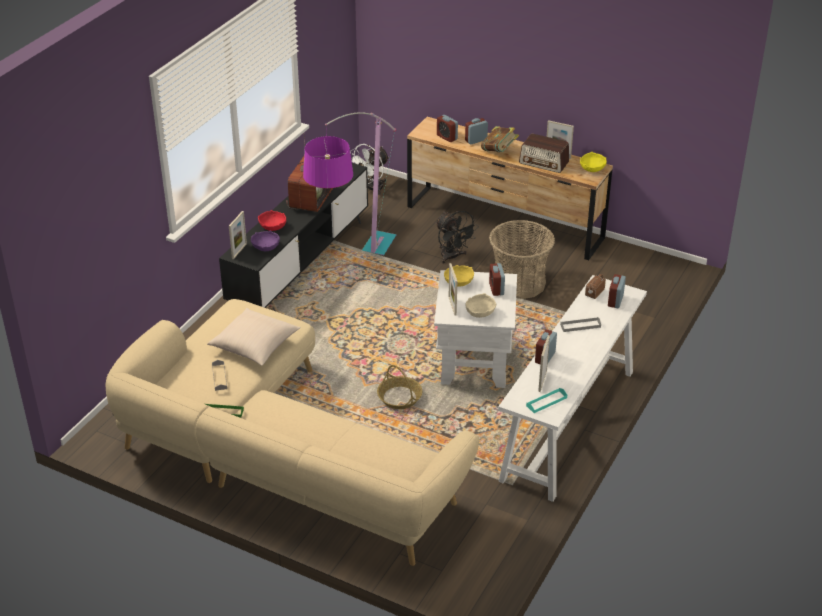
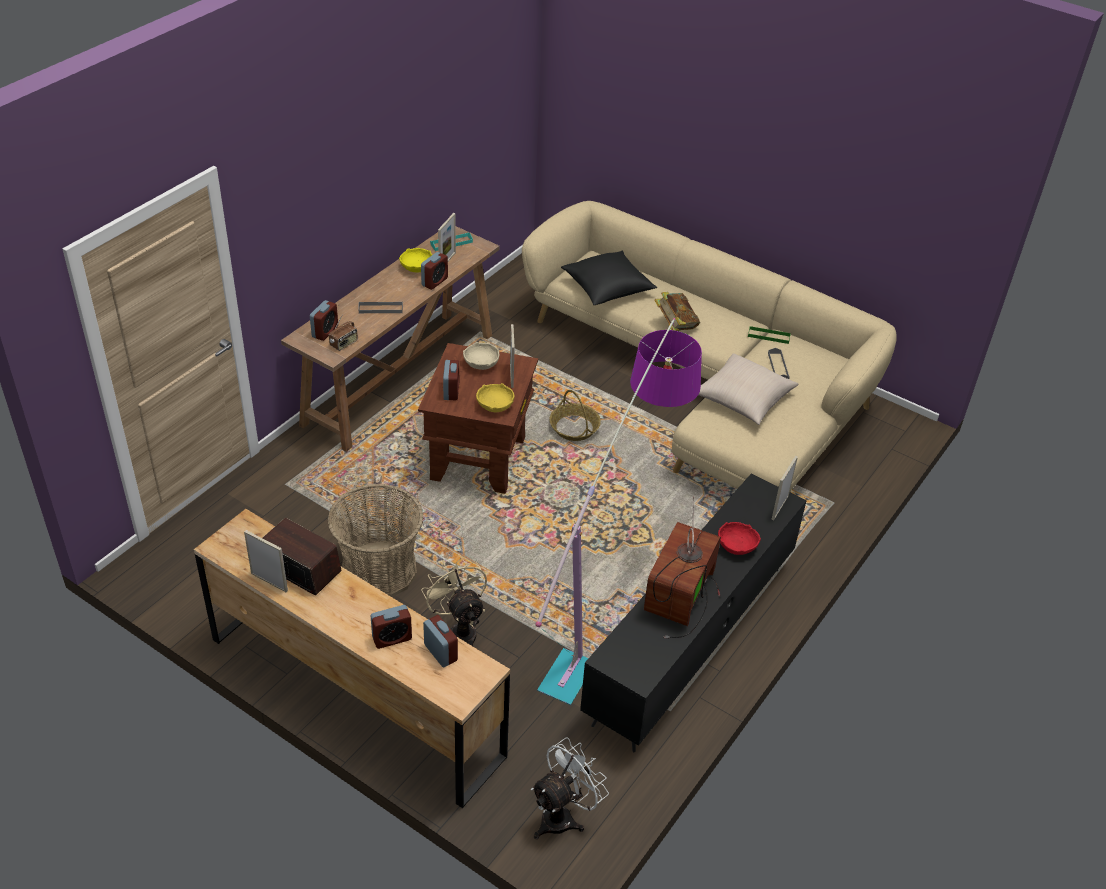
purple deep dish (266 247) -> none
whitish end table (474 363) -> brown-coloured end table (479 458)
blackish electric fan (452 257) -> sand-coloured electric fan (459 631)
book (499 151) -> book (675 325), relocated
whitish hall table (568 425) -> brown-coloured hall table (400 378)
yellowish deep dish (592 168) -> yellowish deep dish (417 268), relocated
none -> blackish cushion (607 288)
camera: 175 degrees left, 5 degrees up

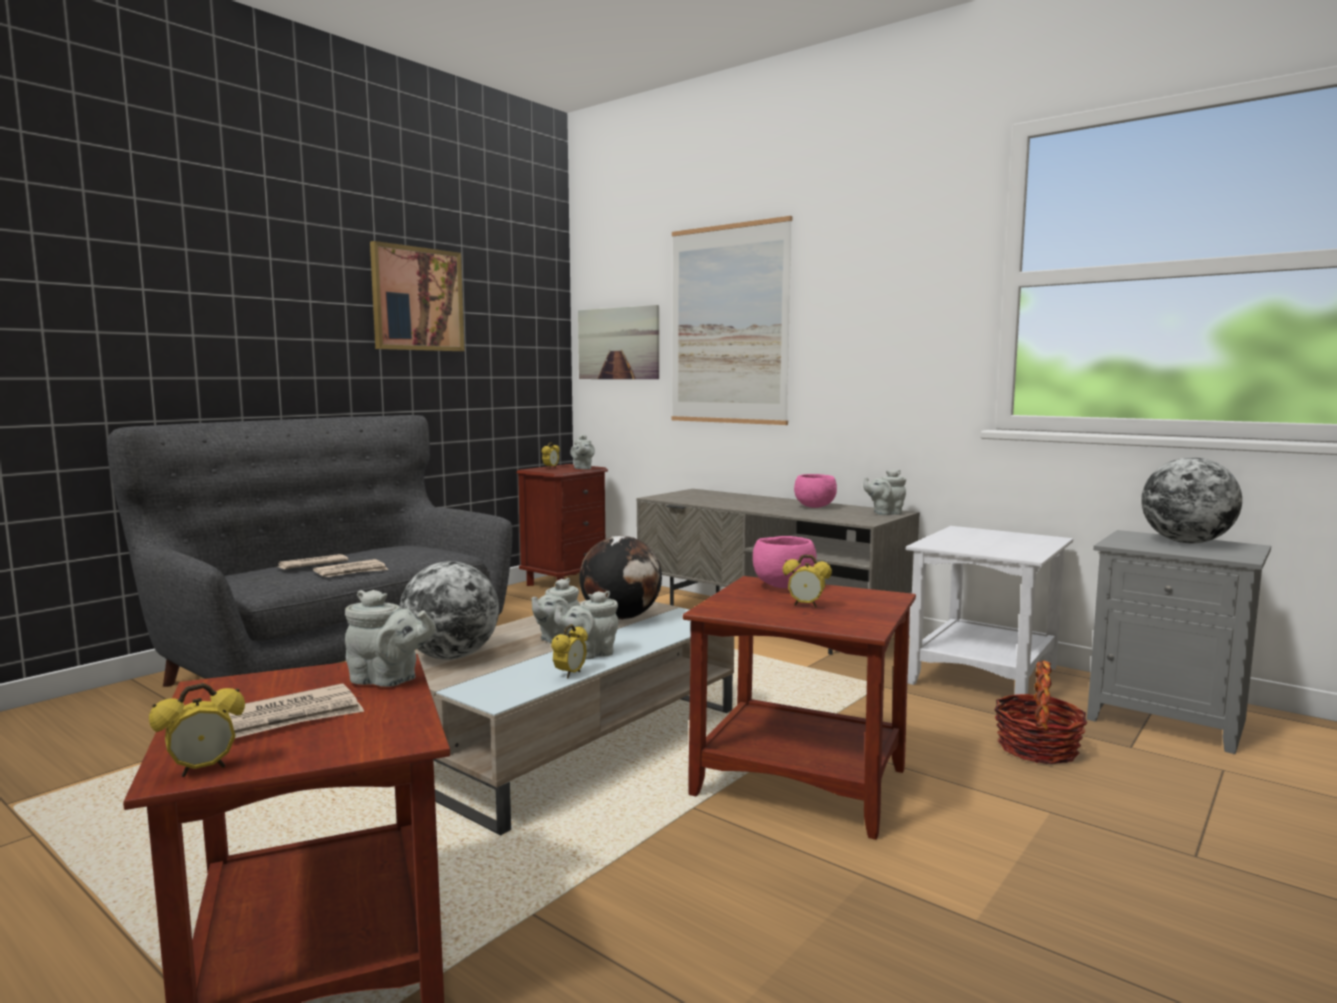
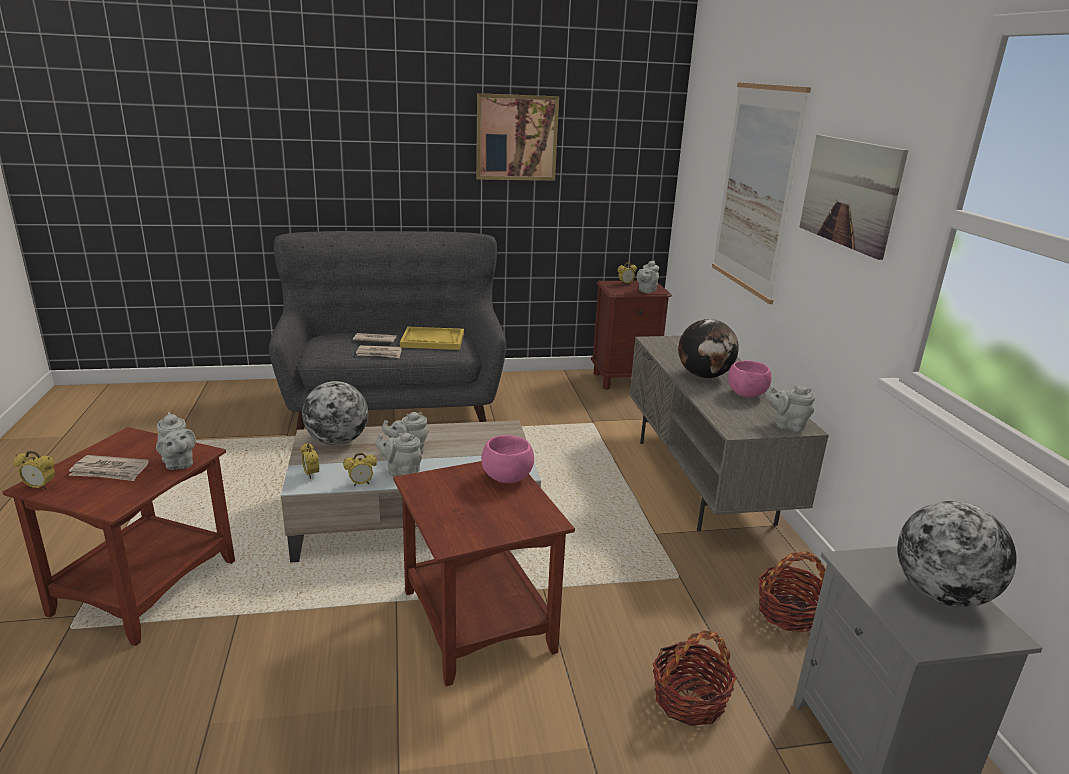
wall art (618 343) -> wall art (849 193), relocated
world globe (621 618) -> world globe (704 376), relocated
alarm clock (806 605) -> alarm clock (311 475), relocated
whitish end table (981 675) -> household basket (788 612)
none -> yellowish serving tray (432 340)
camera: 40 degrees right, 15 degrees up

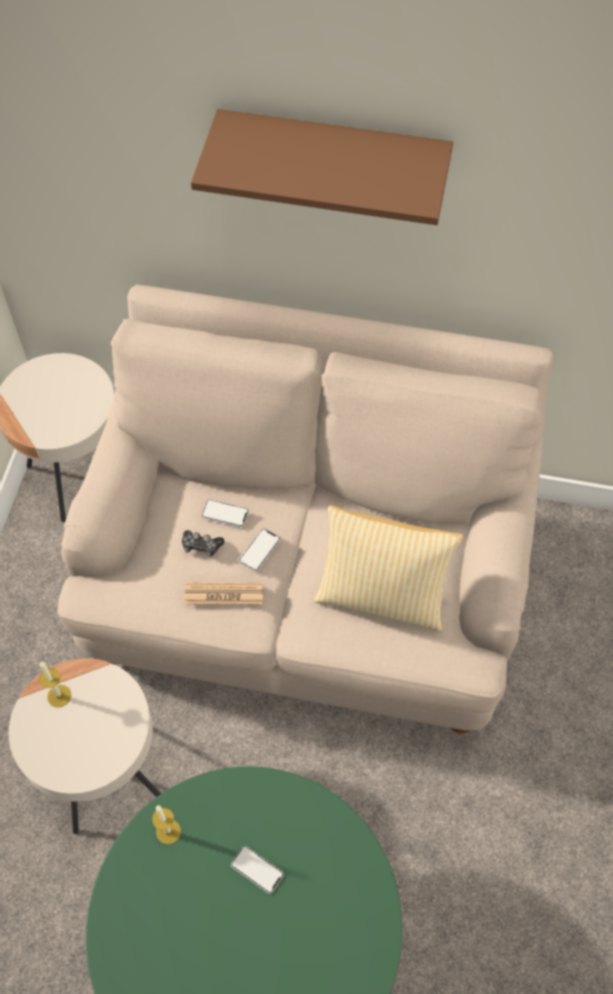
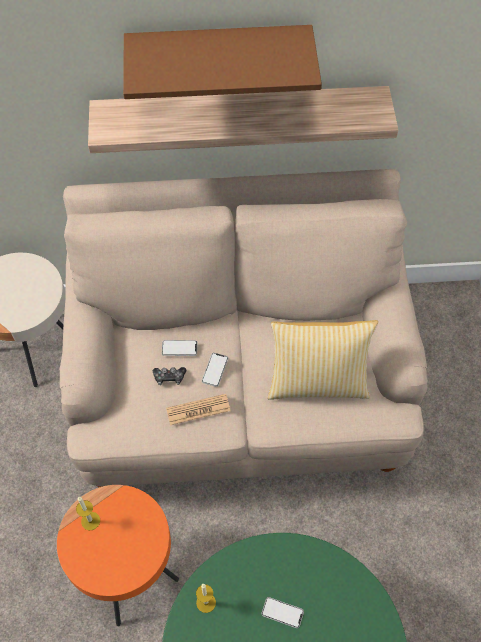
sand-coloured end table (105 773) -> orangey end table (128 573)
none -> shelf (240 115)
camera: 15 degrees left, 0 degrees up

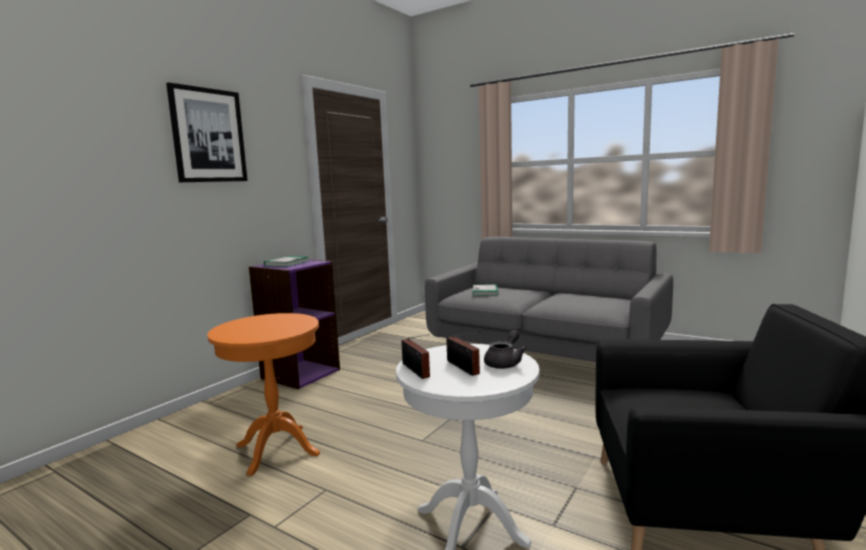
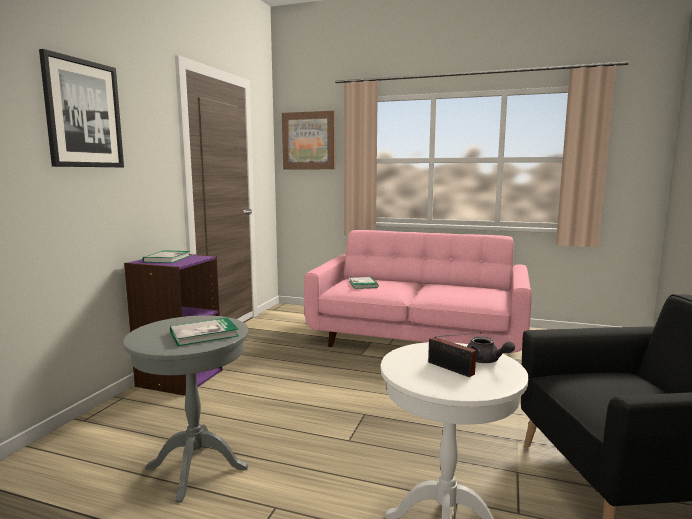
orangey end table (277 450) -> grey end table (196 468)
radio receiver (416 371) -> none
grey settee (546 351) -> pinkish settee (418 339)
grey teapot (505 363) -> grey teapot (485 361), 120 degrees clockwise
none -> book (204 334)
none -> wall art (309 141)
camera: 15 degrees left, 0 degrees up

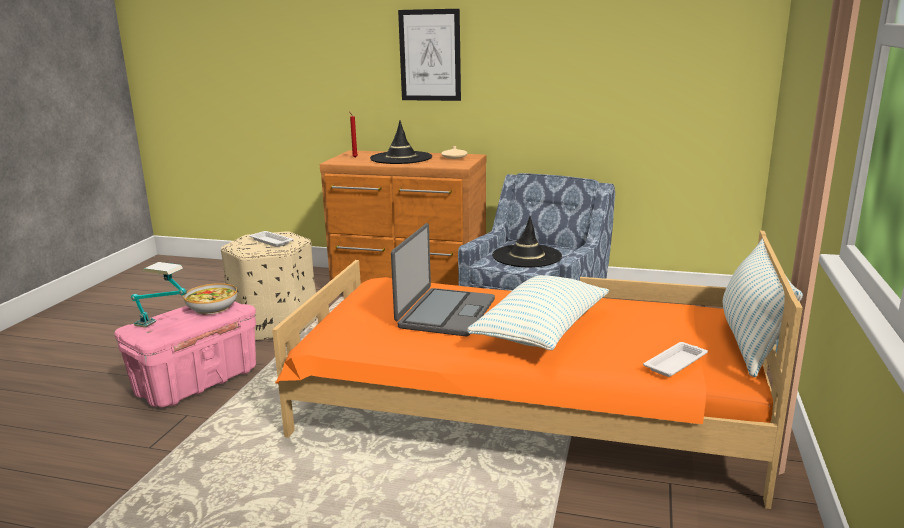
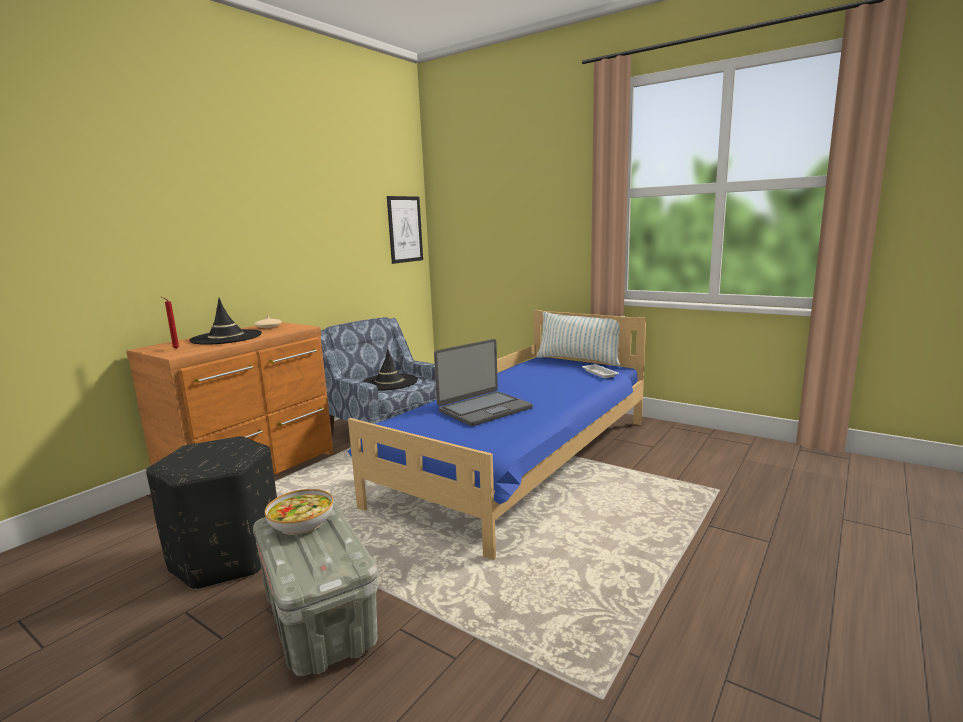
pinkish storage box (197 381) -> grey storage box (319 621)
table lamp (164 327) -> none
sand-coloured ottoman (275 324) -> blackish ottoman (226 557)
whitish serving tray (270 241) -> none
orangey bed (522 414) -> blue bed (521 461)
notebook computer (445 313) -> notebook computer (484 409), 105 degrees clockwise
wall art (430 55) -> wall art (405 229), relocated
cushion (541 331) -> none
camera: 70 degrees left, 5 degrees down

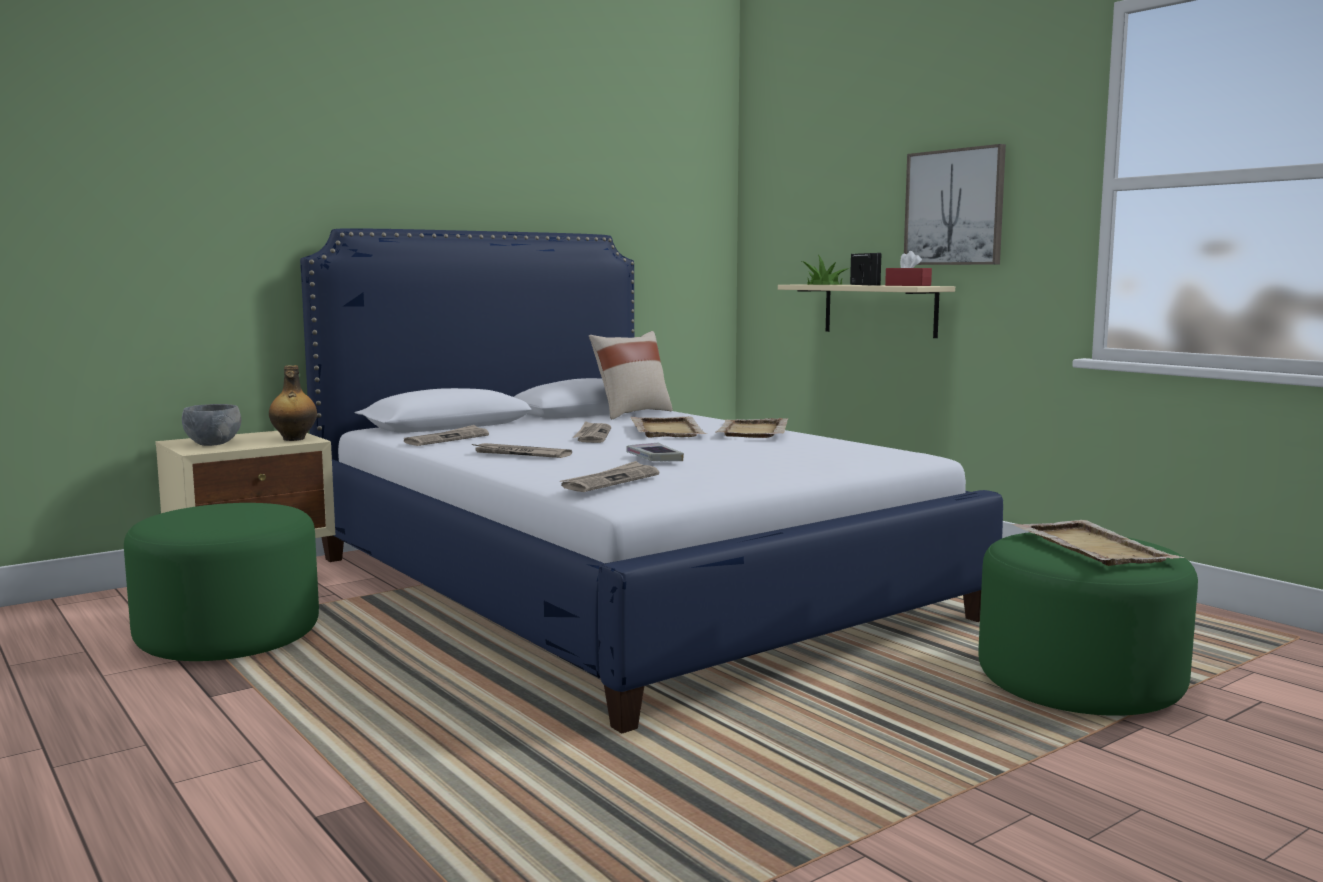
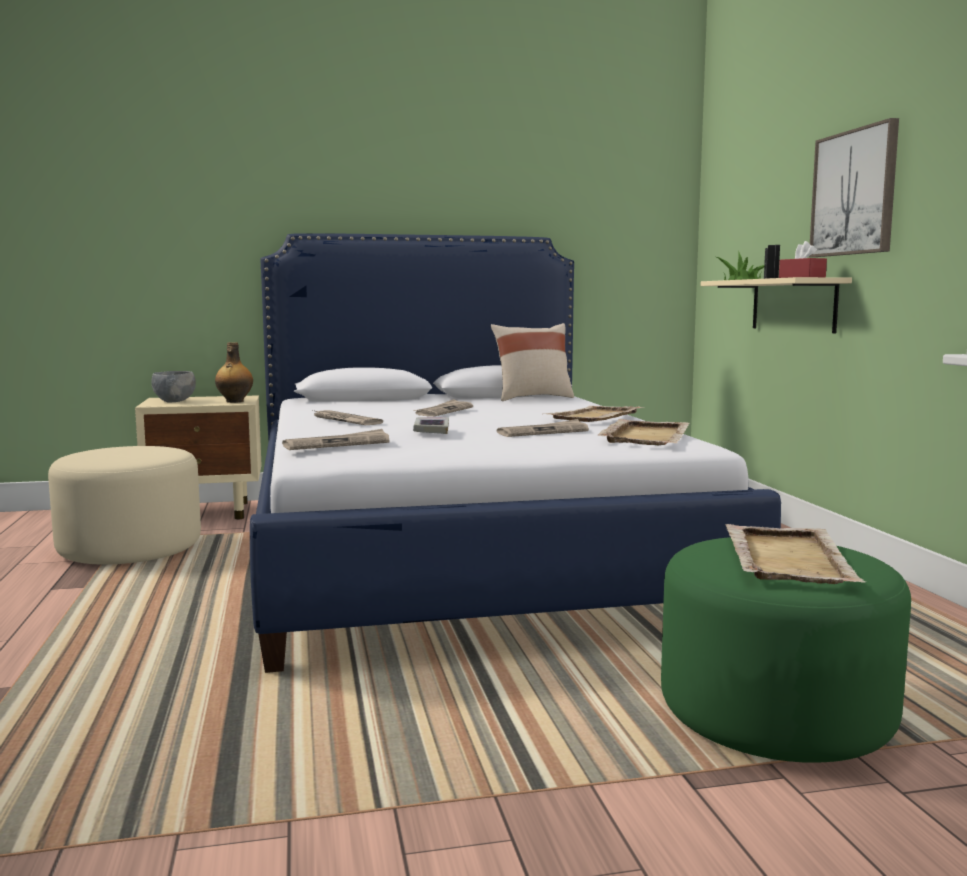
green ottoman (229 636) -> sand-coloured ottoman (130 548)
newspaper (447 439) -> newspaper (543 432), relocated
sand-coloured serving tray (667 430) -> sand-coloured serving tray (646 436), relocated
camera: 25 degrees right, 0 degrees up

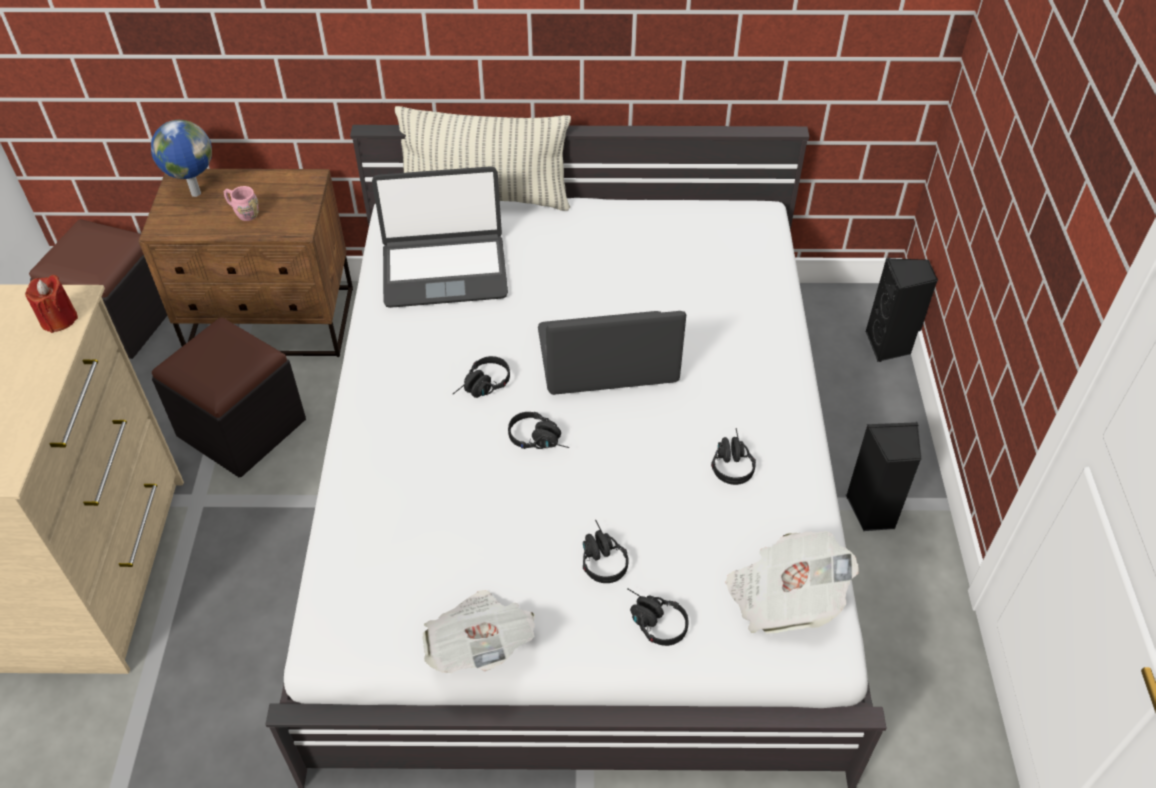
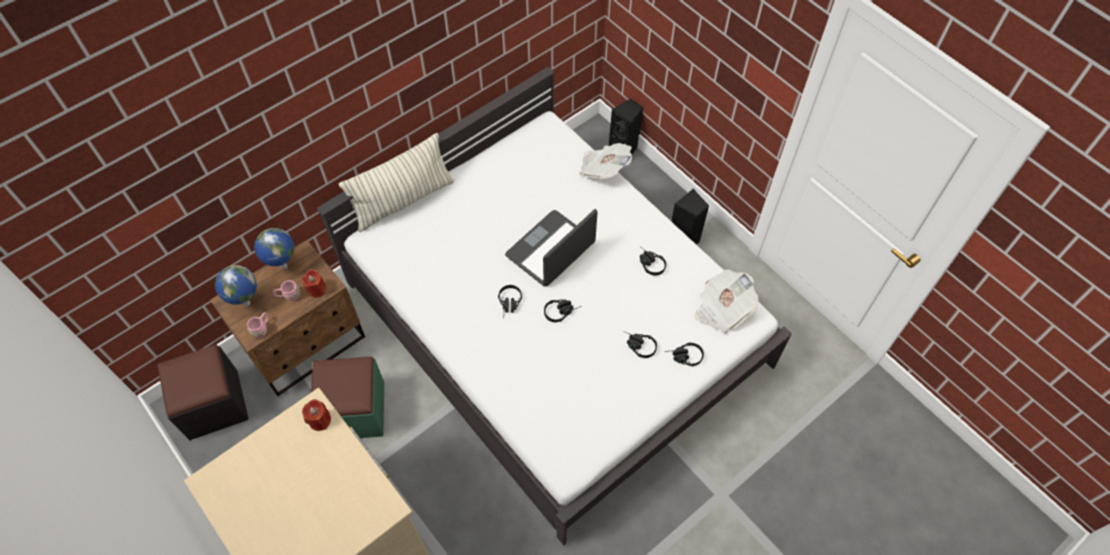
blackish ottoman (242 428) -> green ottoman (354 411)
notebook computer (444 271) -> none
newspaper (479 645) -> newspaper (604 169), relocated
none -> pinkish tea mug (262 329)
none -> world globe (283 267)
none -> reddish wax light (317 289)
camera: 40 degrees left, 10 degrees up

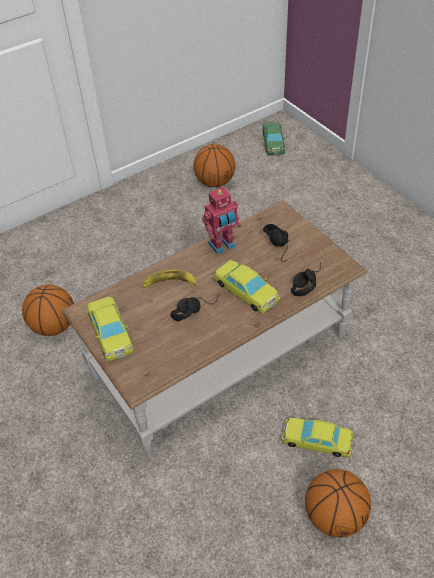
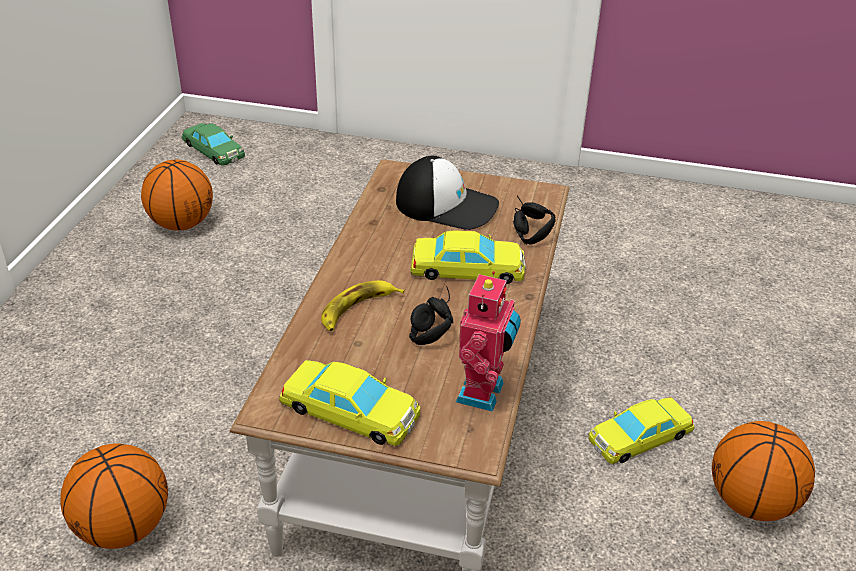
robot figure (222 246) -> robot figure (483 393), relocated
blackish pair of headphones (281 247) -> baseball cap (447 205)
camera: 45 degrees left, 10 degrees down

